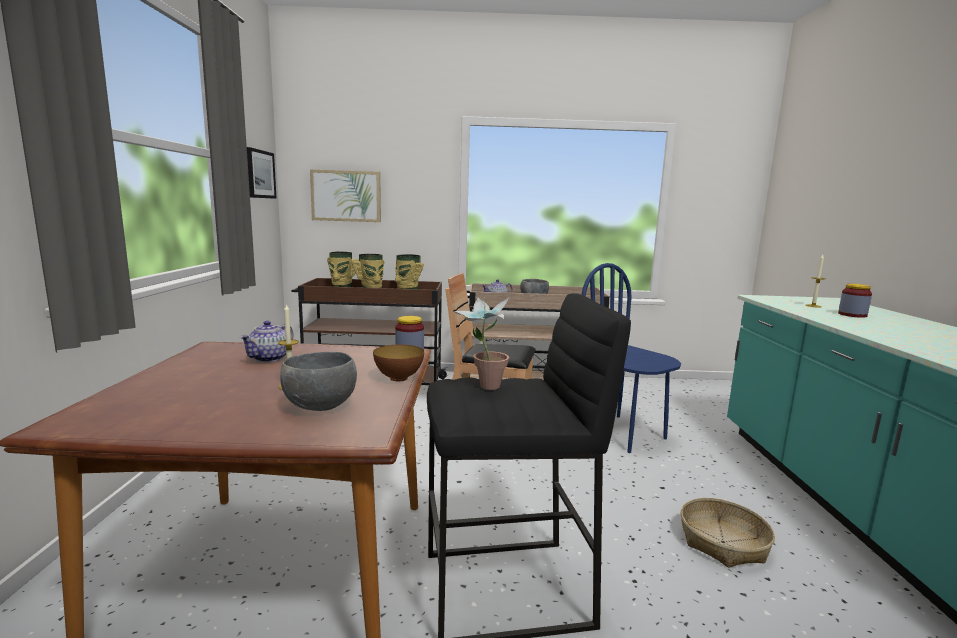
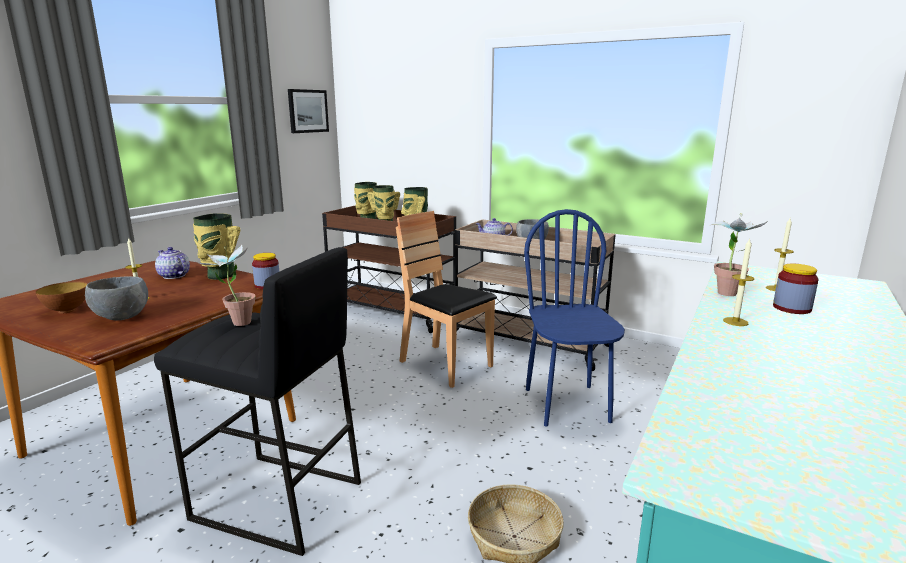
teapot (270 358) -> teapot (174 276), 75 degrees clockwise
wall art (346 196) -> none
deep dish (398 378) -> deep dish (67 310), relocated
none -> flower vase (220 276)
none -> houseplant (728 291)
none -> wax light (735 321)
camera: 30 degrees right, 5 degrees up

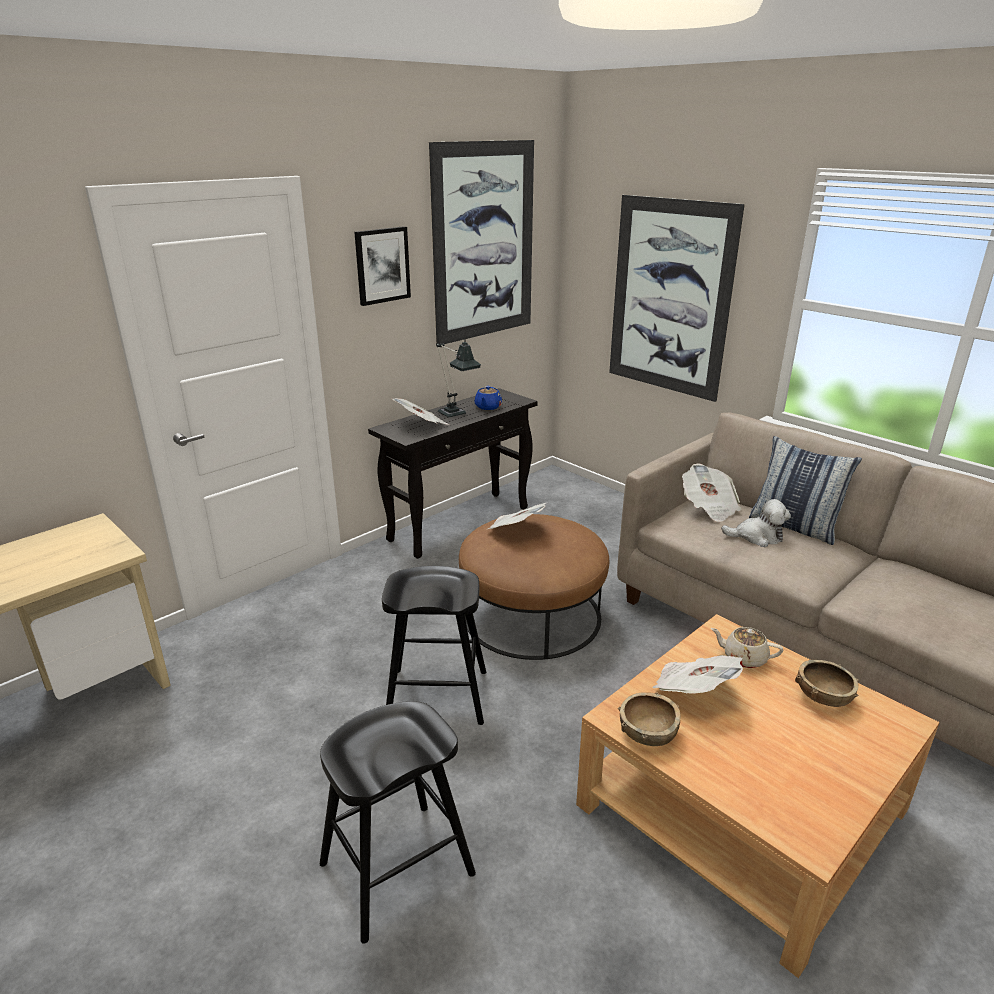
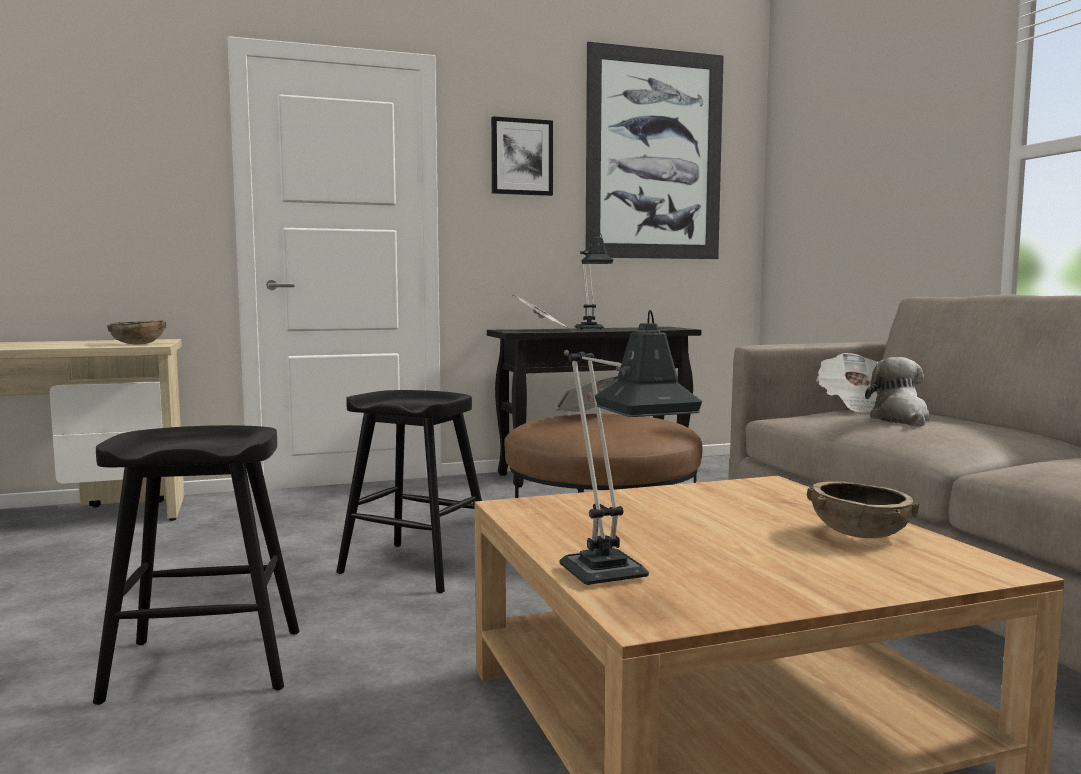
blue teapot (488 407) -> none
wall art (670 297) -> none
brown-coloured deep dish (648 733) -> brown-coloured deep dish (138 344), relocated
newspaper (693 690) -> none
sand-coloured teapot (743 658) -> none
plush toy (757 537) -> plush toy (901 420), 120 degrees counterclockwise
cushion (794 526) -> none
none -> table lamp (612 580)
camera: 25 degrees right, 20 degrees down

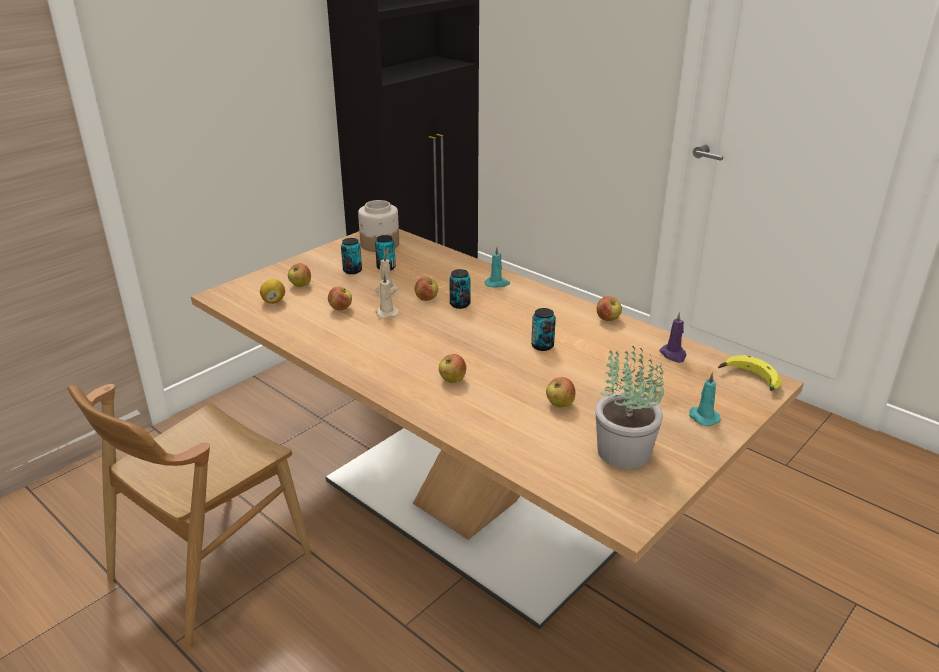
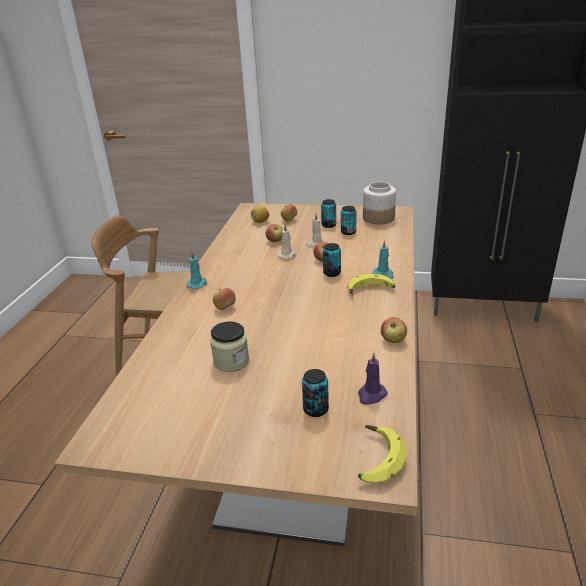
can (542 346) -> can (315 409), relocated
whole apple (560 404) -> preserve jar (231 361)
houseplant (623 452) -> none
turquoise wax light (702 417) -> turquoise wax light (197 284), relocated
none -> whole banana (371 291)
camera: 60 degrees right, 0 degrees up

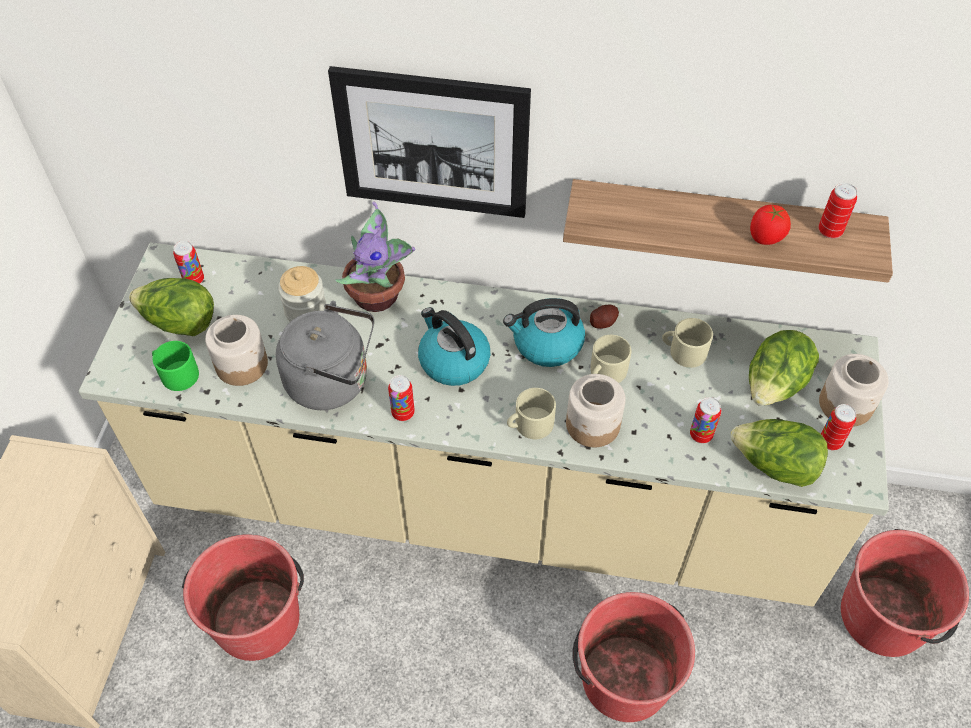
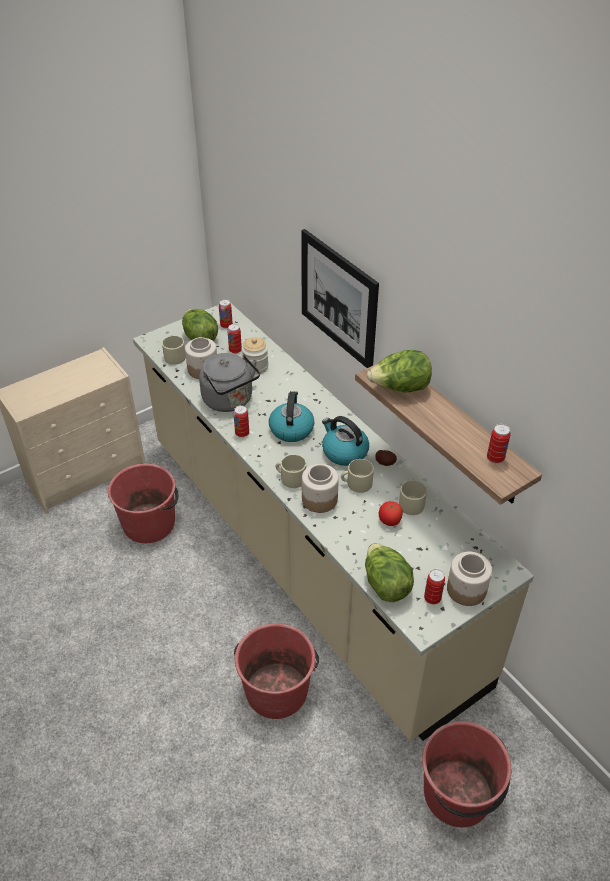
green tea mug (176 373) -> sand-coloured tea mug (174 356)
houseplant (379 296) -> none
can (701 435) -> can (235 350), relocated
lettuce (774 386) -> lettuce (400 388), relocated
whole tomato (765 237) -> whole tomato (389 521), relocated
camera: 45 degrees right, 10 degrees down

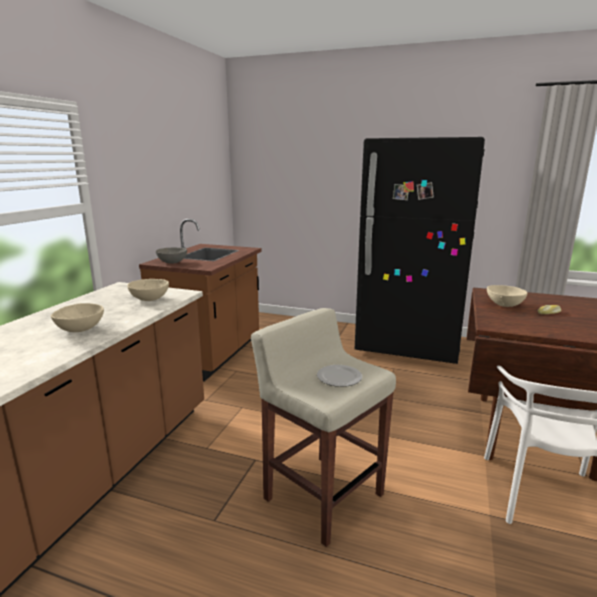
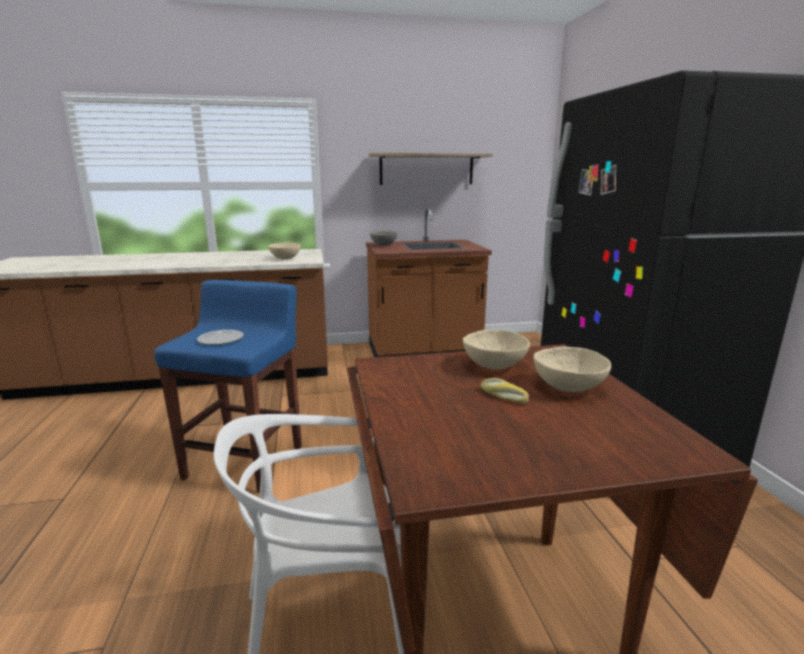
sand-coloured deep dish (80 330) -> sand-coloured deep dish (567 387), relocated
sand-coloured stool seat (322 495) -> blue stool seat (246 461)
none -> shelf (426 169)
camera: 60 degrees right, 0 degrees up

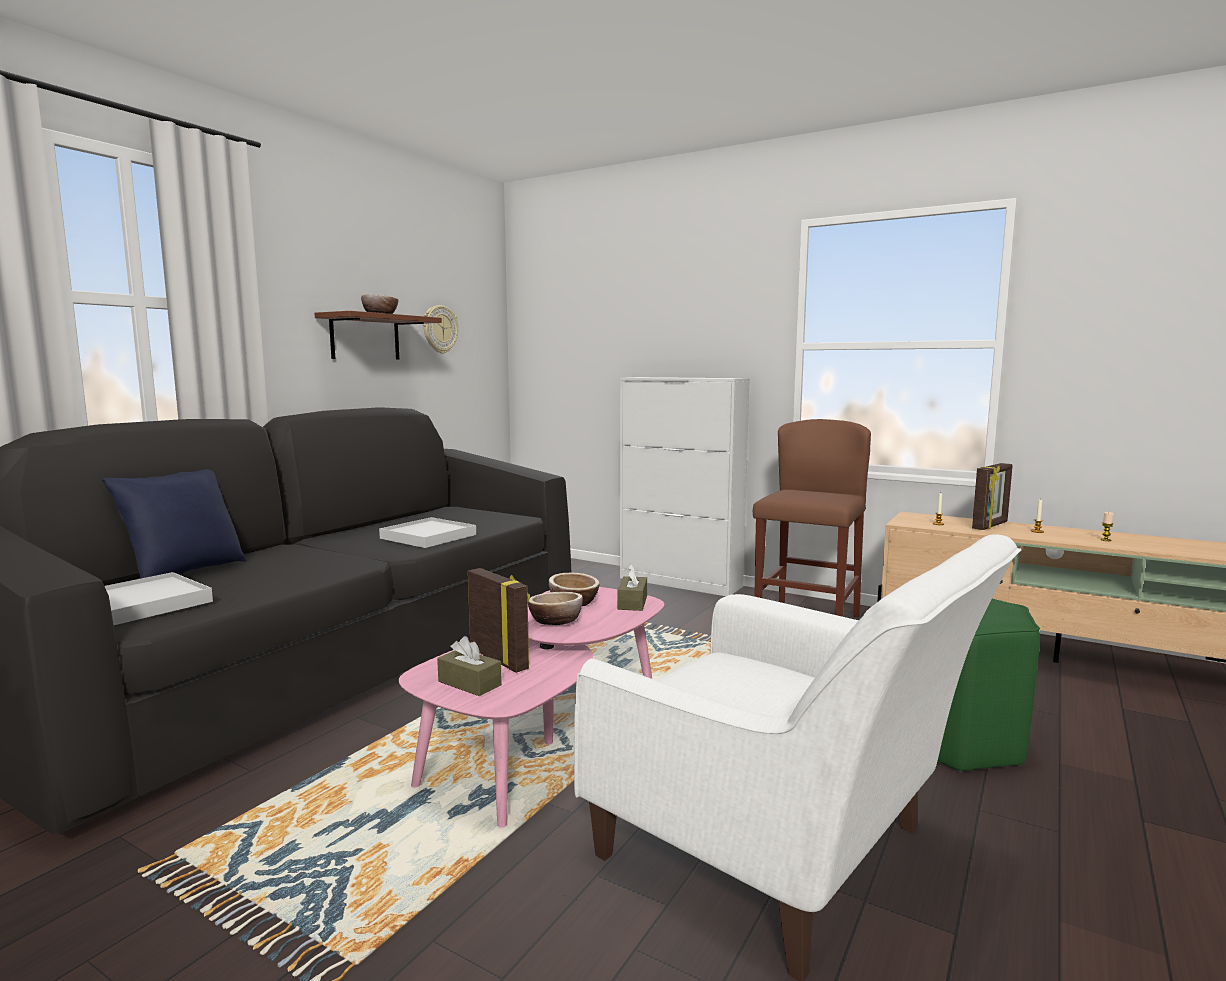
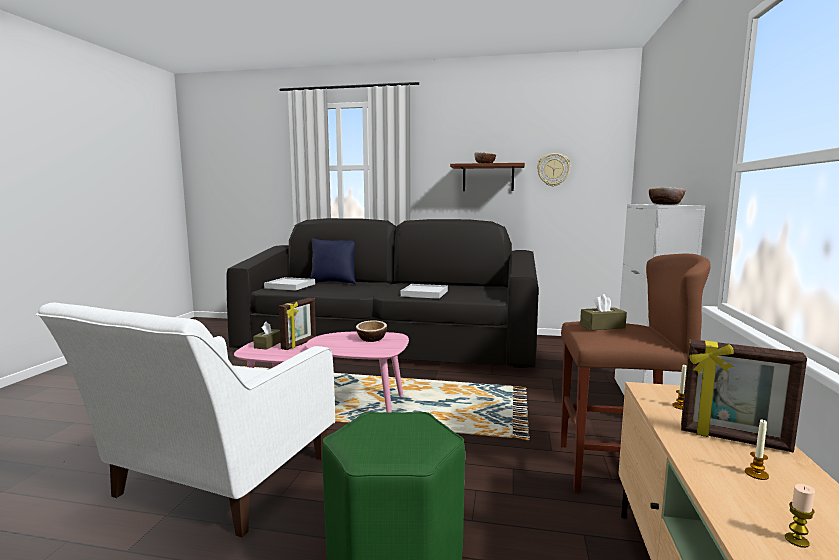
deep dish (555 621) -> deep dish (665 204), relocated
brown-coloured tissue box (632 602) -> brown-coloured tissue box (602 326), relocated
camera: 70 degrees right, 0 degrees up

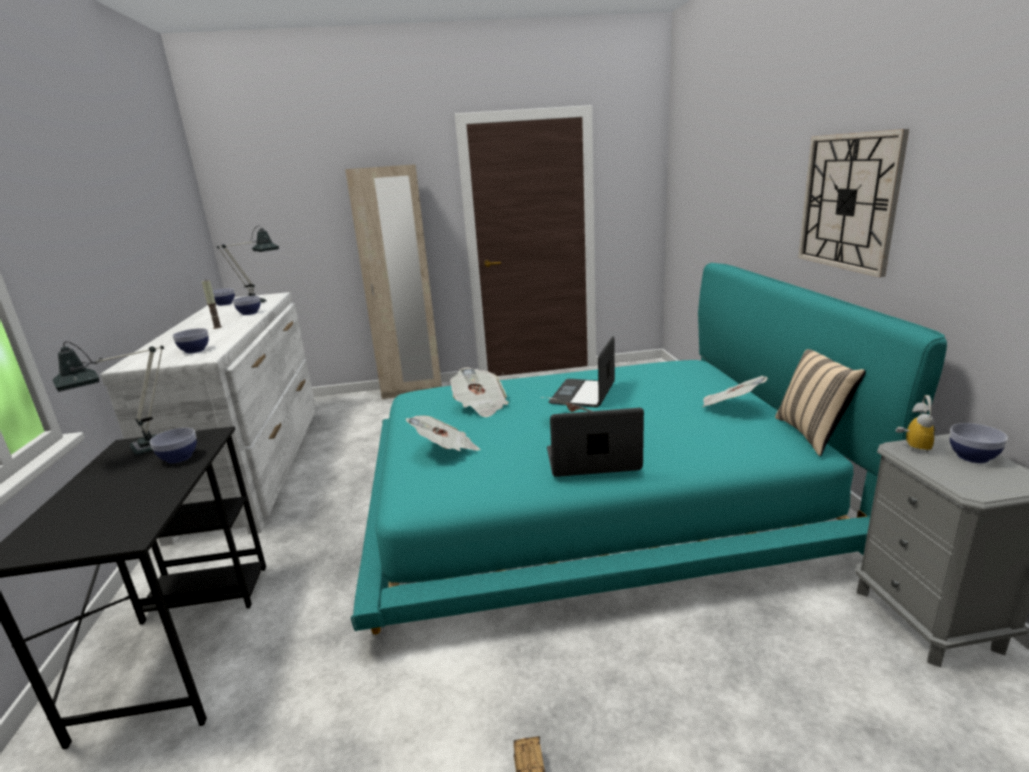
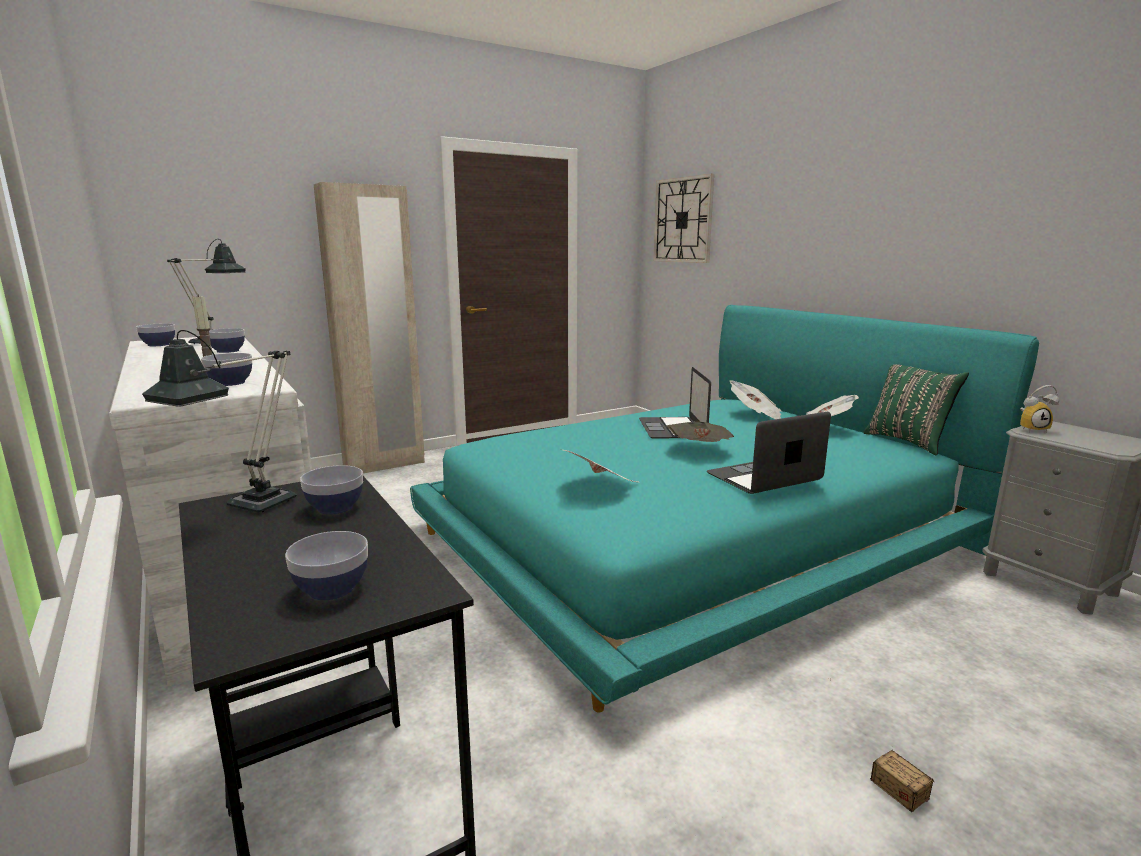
newspaper (480 406) -> newspaper (755 415), relocated
sand-coloured cushion (812 434) -> green cushion (908 442)
hanging clock (848 202) -> hanging clock (683 220), relocated
alarm clock (911 446) -> alarm clock (1032 429), 90 degrees clockwise
deep dish (972 457) -> deep dish (332 588), relocated
camera: 25 degrees left, 5 degrees down

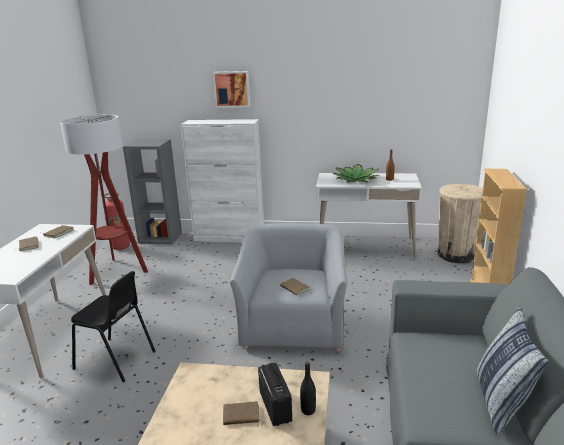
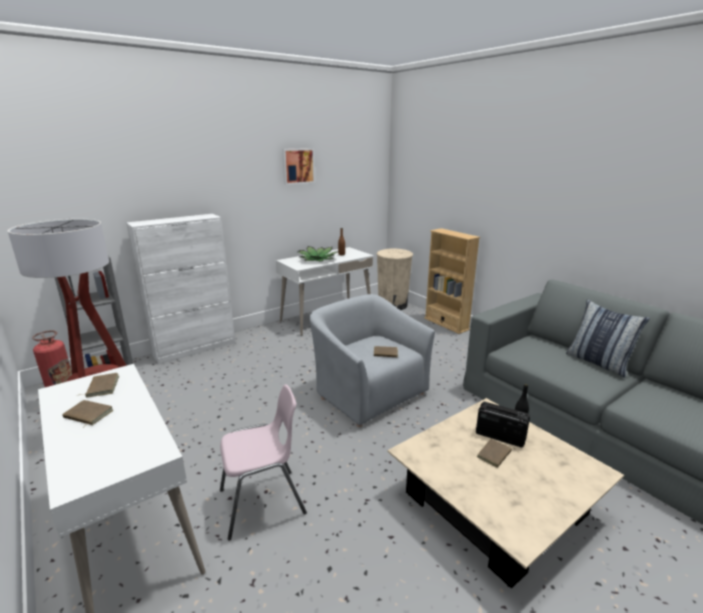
blackish plain chair (116 360) -> pinkish plain chair (263 502)
wall art (232 89) -> wall art (298 166), relocated
camera: 45 degrees left, 0 degrees up

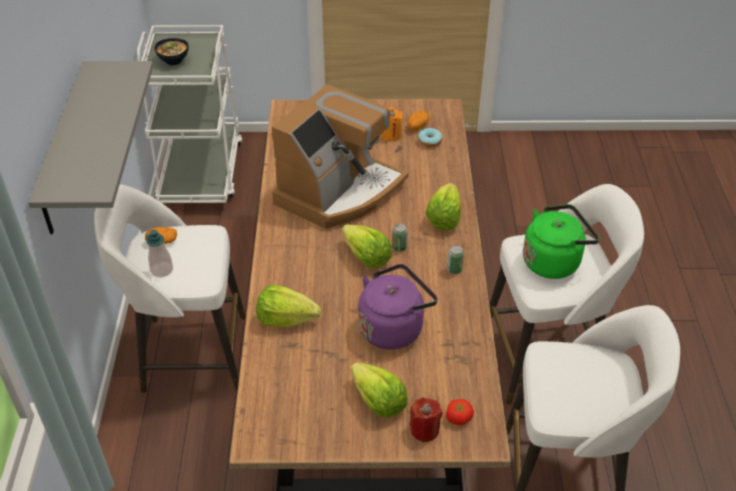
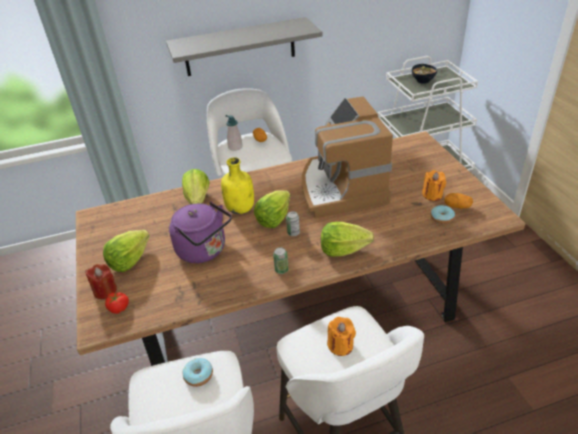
coffee maker (339 191) -> coffee maker (341 187), 60 degrees clockwise
green tea kettle (554 261) -> orangey wax light (340 345)
none -> donut (198 375)
none -> yellowish drink bottle (240 208)
camera: 75 degrees right, 5 degrees down

